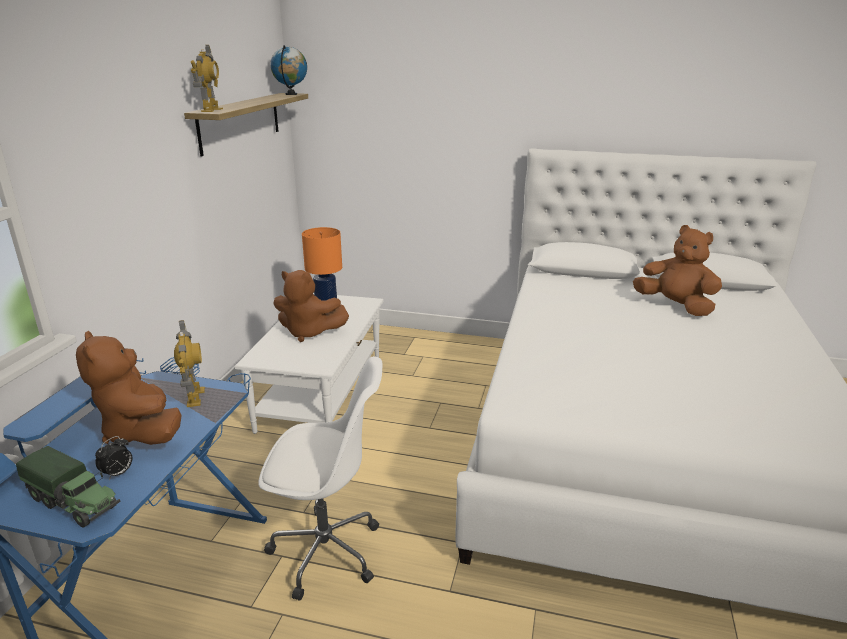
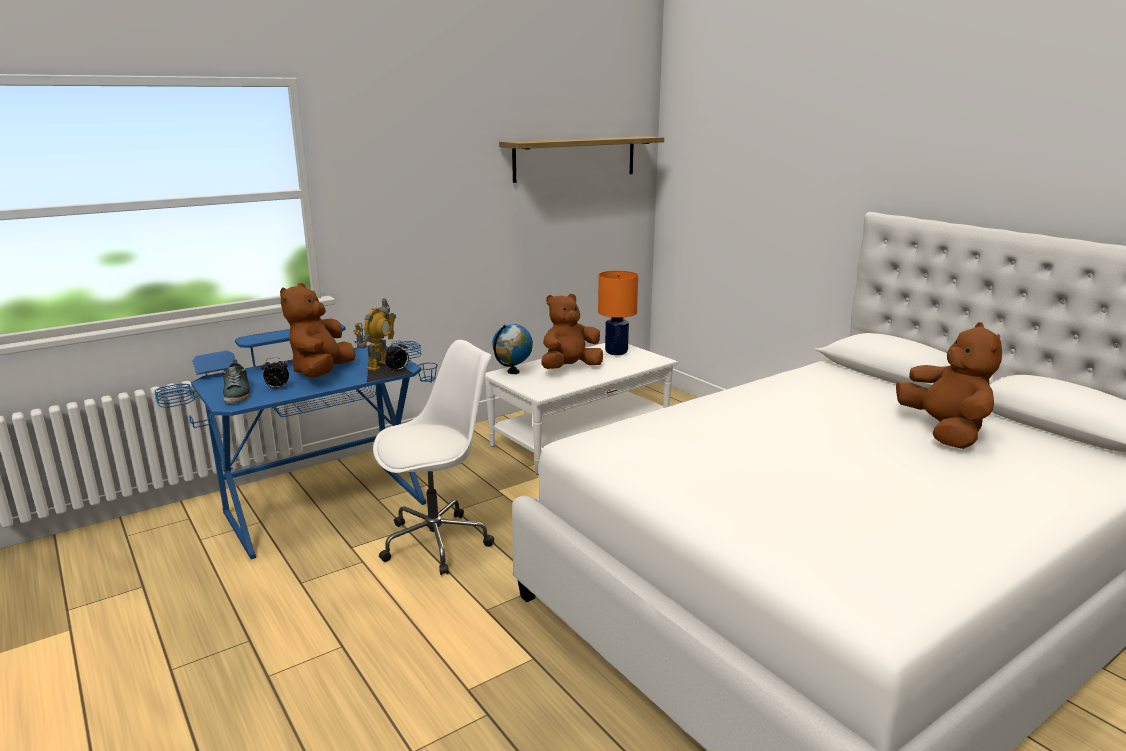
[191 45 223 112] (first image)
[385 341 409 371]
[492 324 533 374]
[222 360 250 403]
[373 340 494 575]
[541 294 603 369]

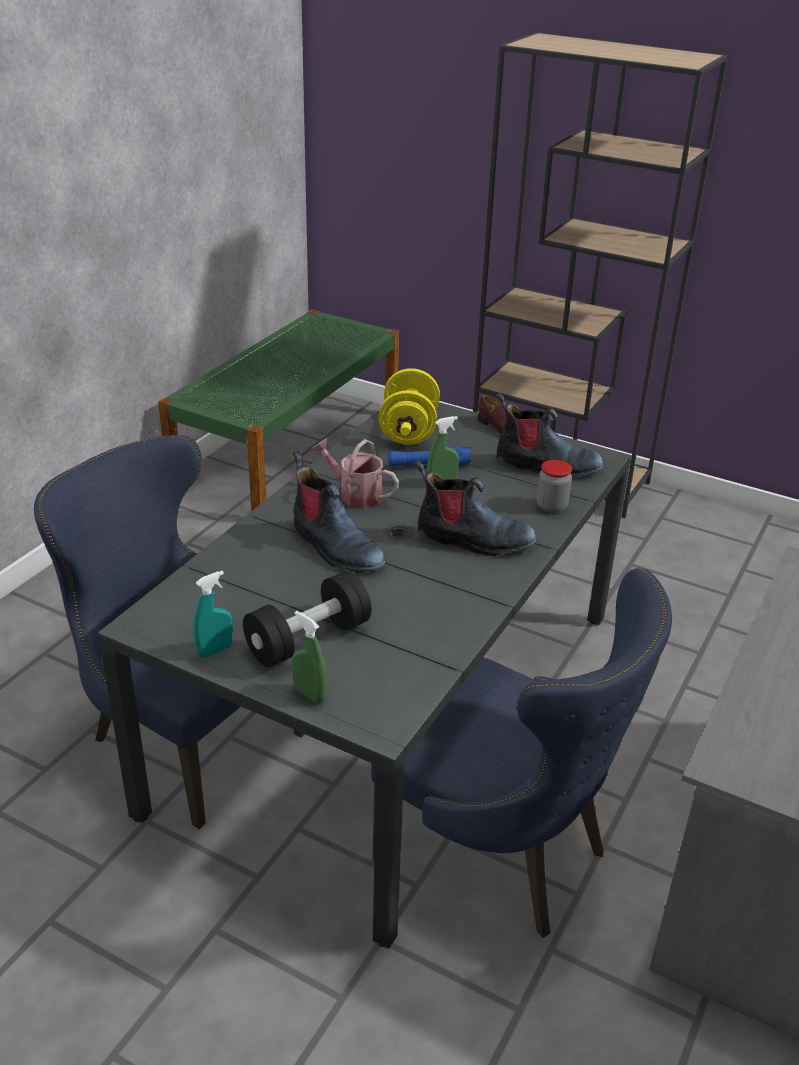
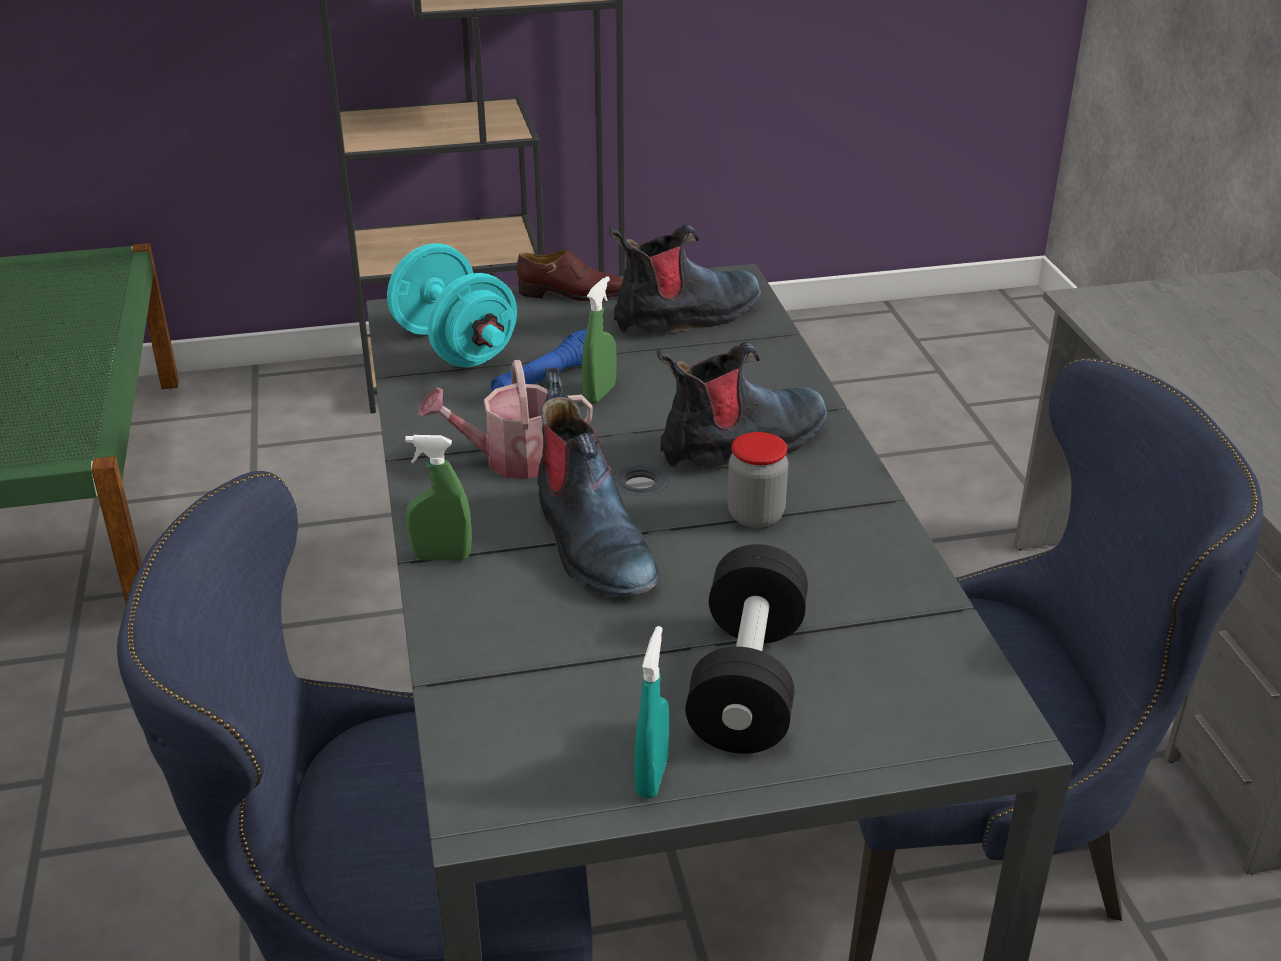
[405 435 472 561]
[727 432 788 528]
[387 243 517 367]
[537 367 659 597]

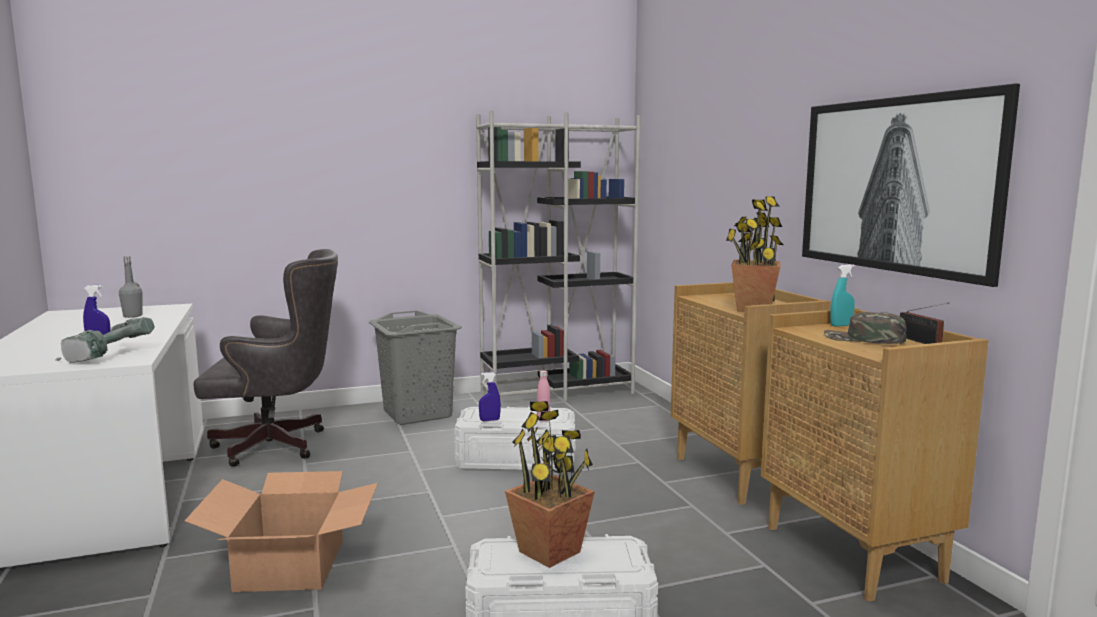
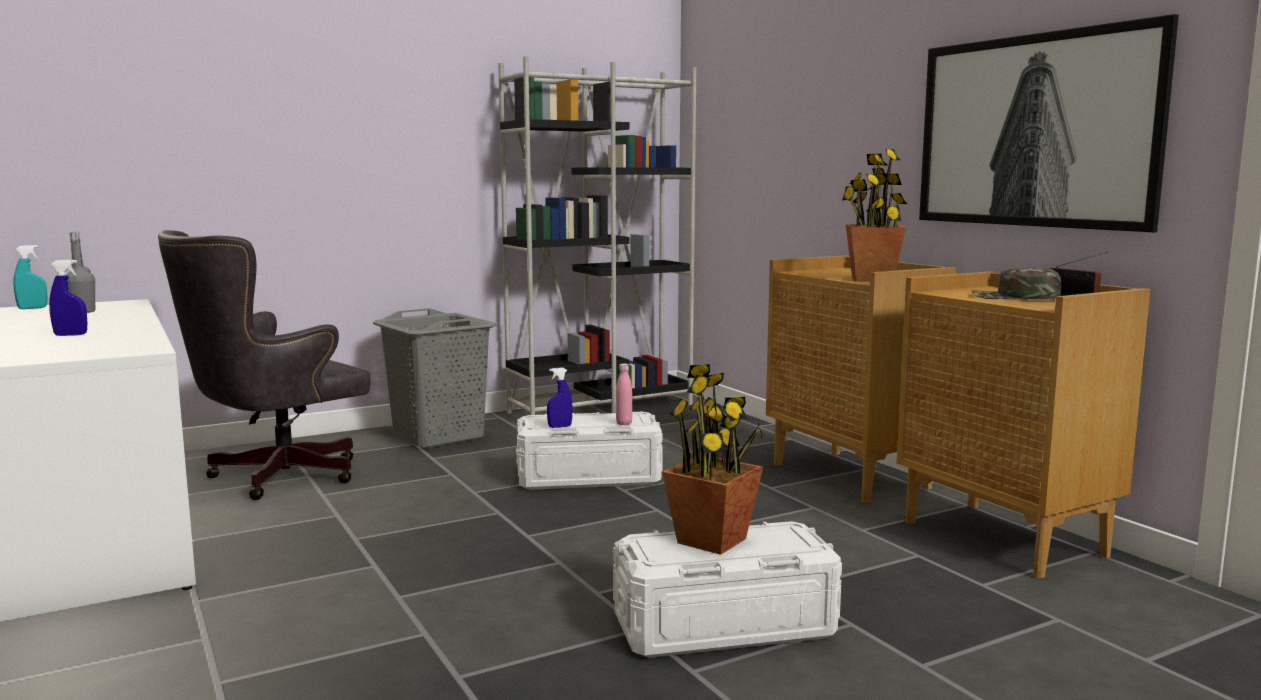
[55 317 155 363] (first image)
[185 471 378 592] (first image)
[13 245 48 309]
[158 230 370 500]

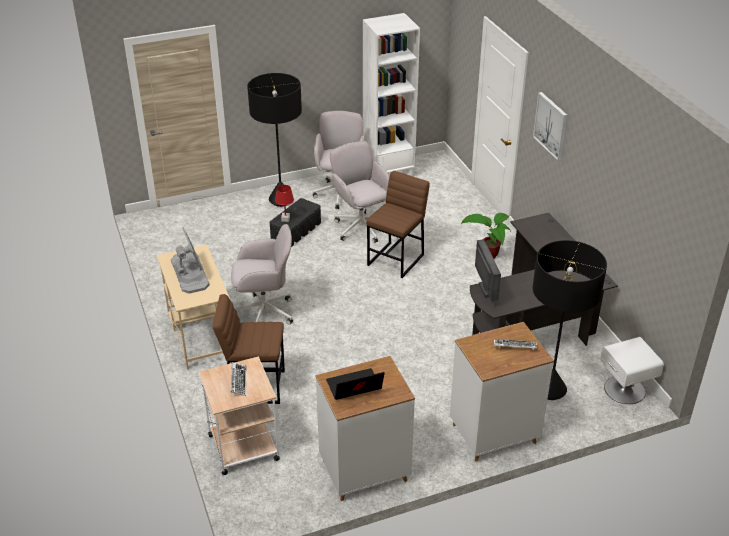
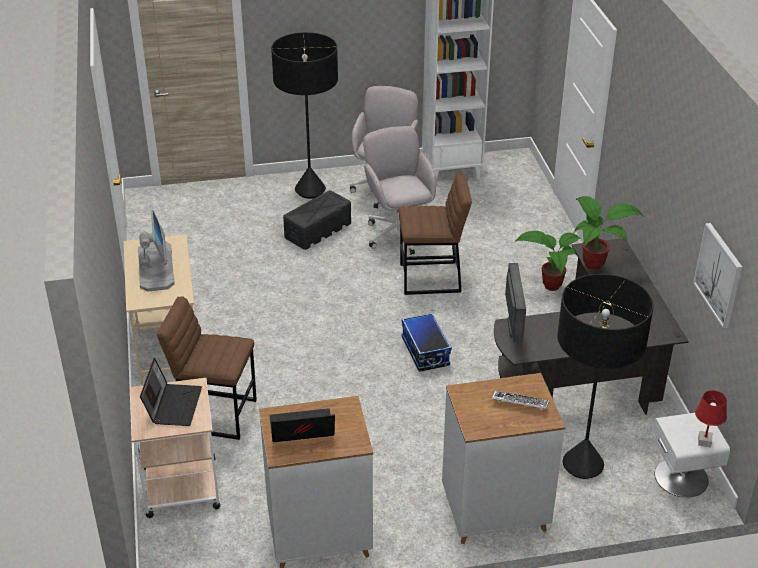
[231 224 293 325] (first image)
[402 313 452 372]
[574 196 644 270]
[695 390 727 448]
[693 223 742 328]
[140 358 202 426]
[399 173 472 295]

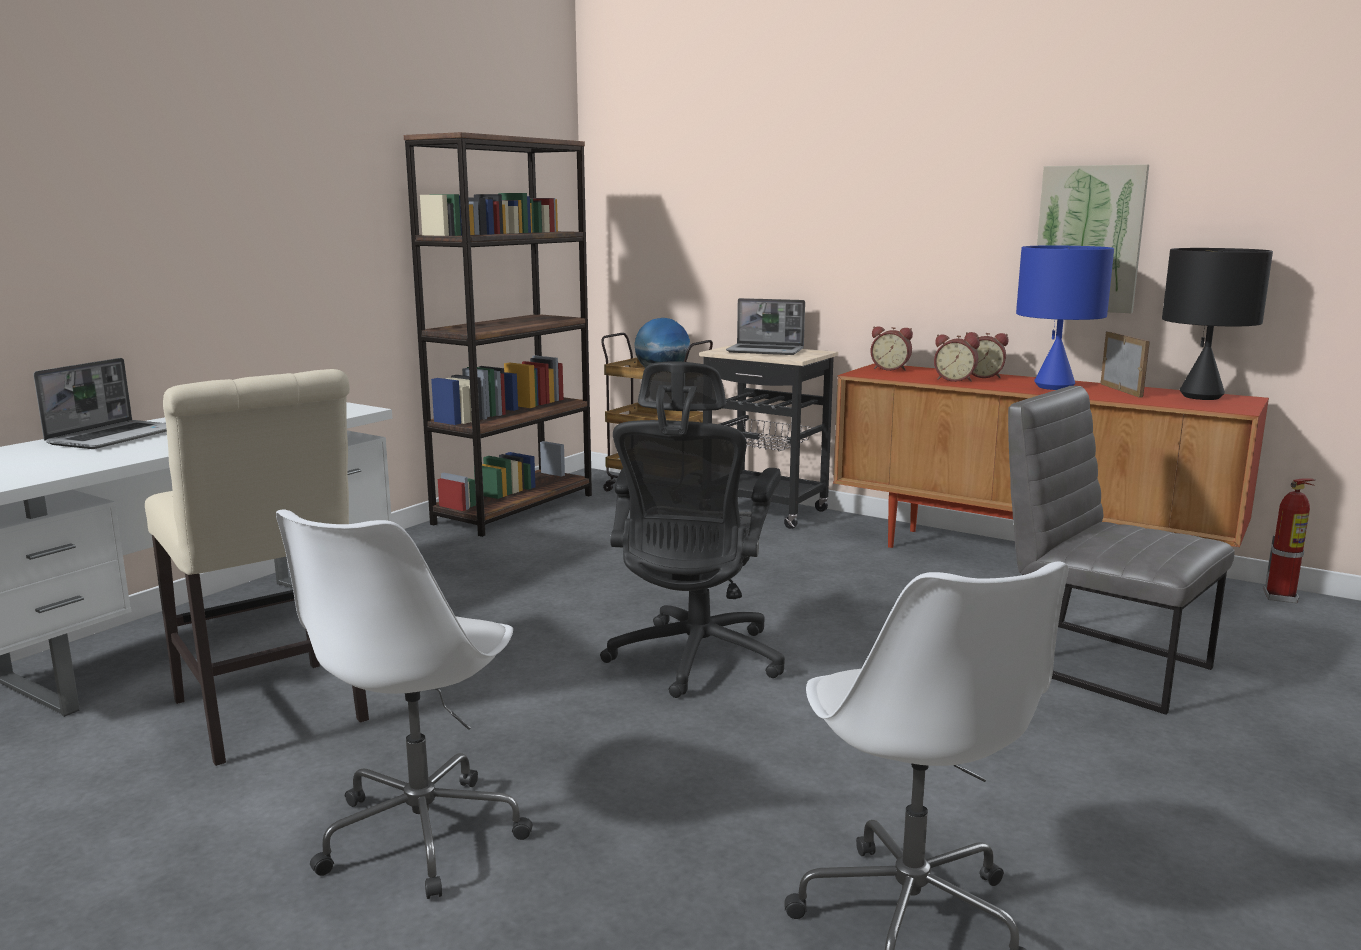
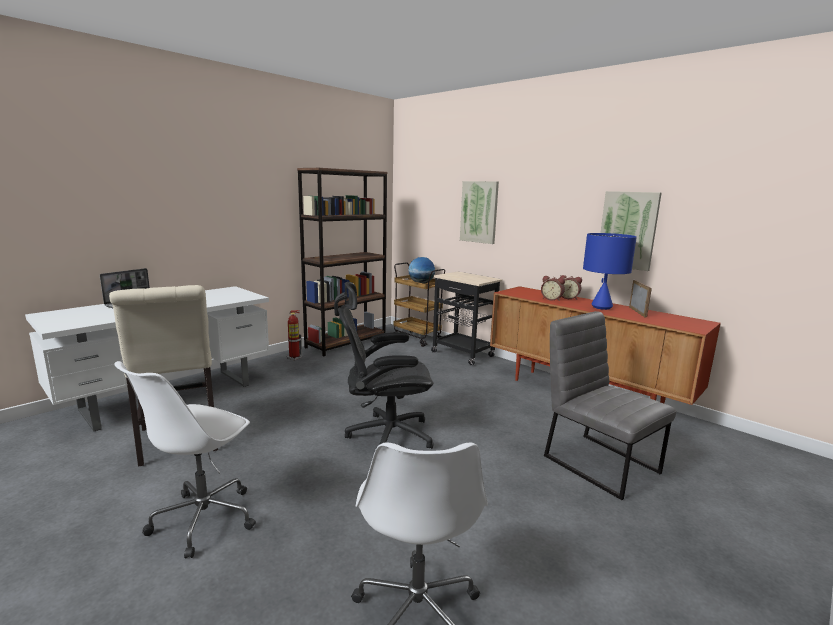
[726 298 805 355] (first image)
[870 326 913 371] (first image)
[1162 248 1273 400] (first image)
[460 181 499 244]
[287 310 302 360]
[334 282 434 449]

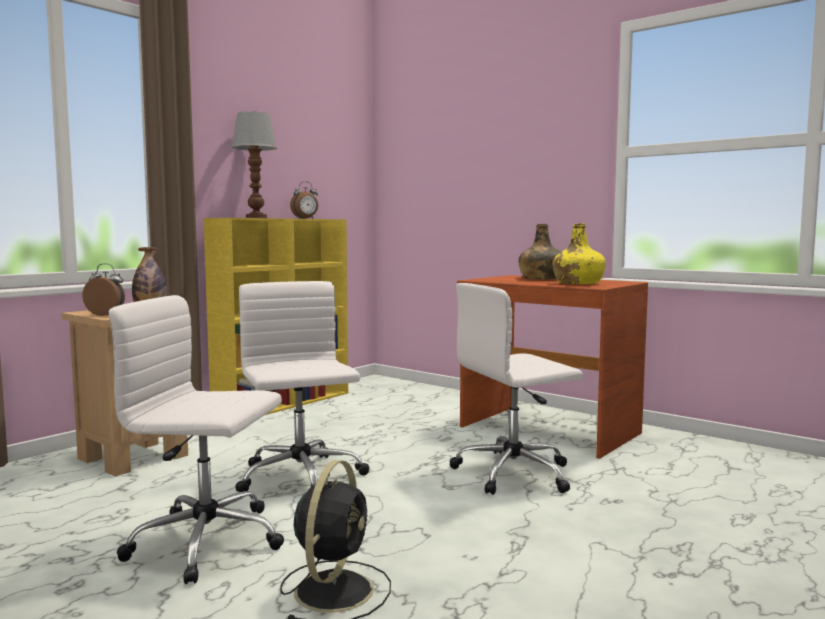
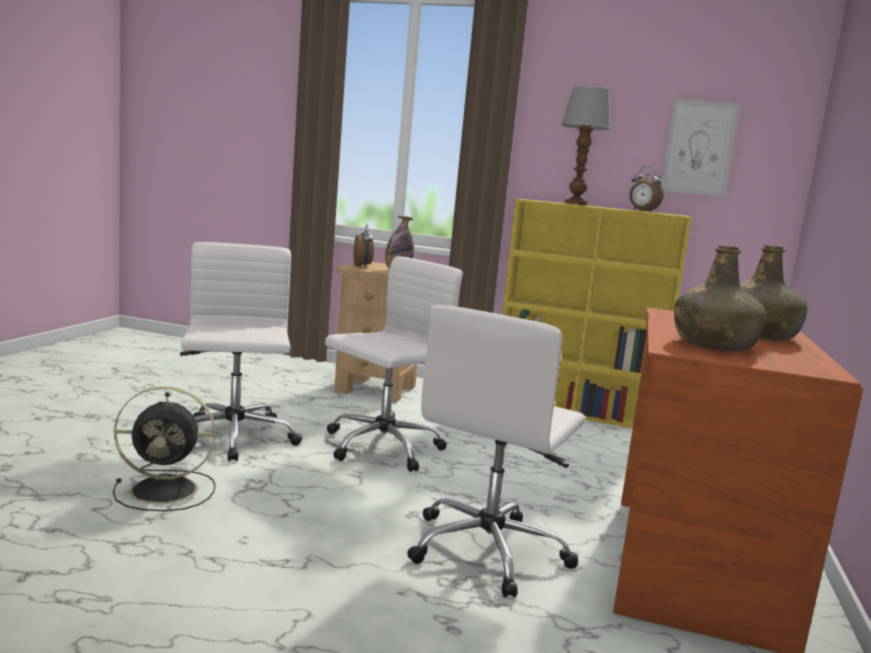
[661 99 740 197]
[674 245 766 351]
[407 305 585 597]

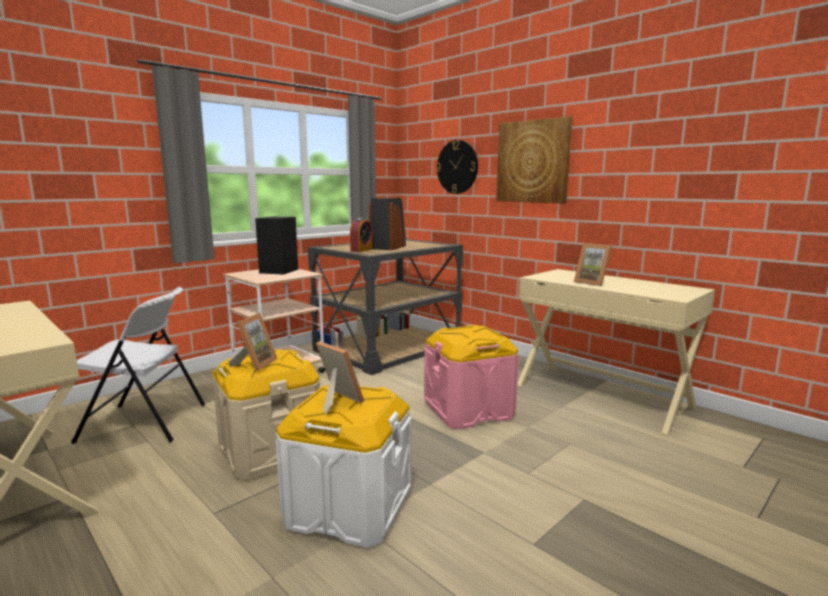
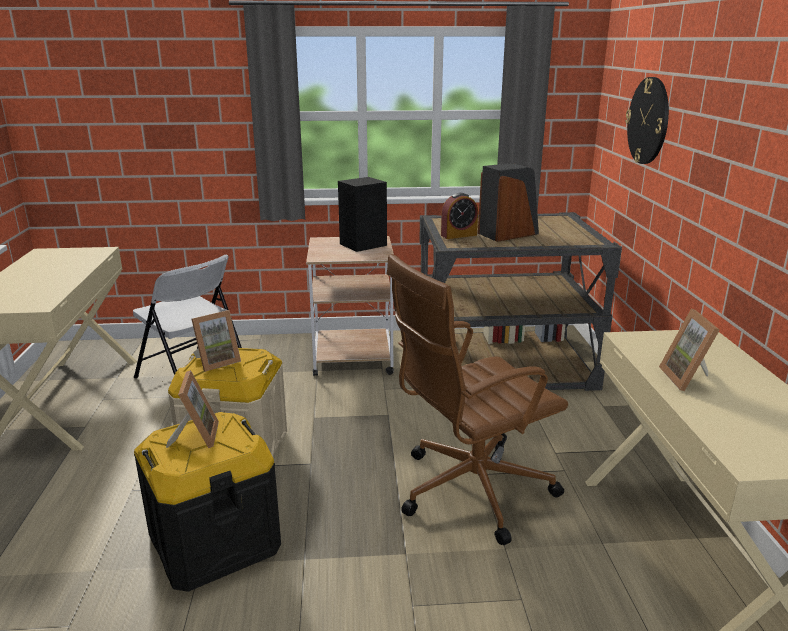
[496 116 572 204] (first image)
[387 254 568 545]
[134 412 281 592]

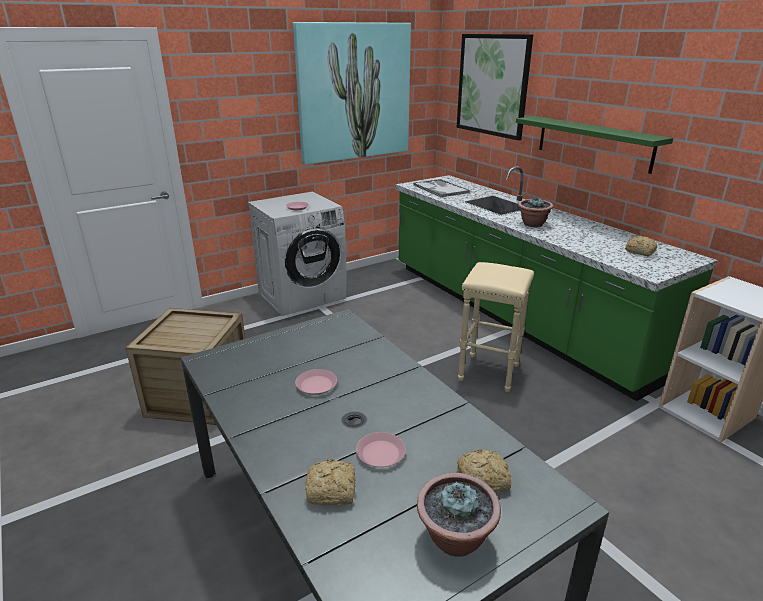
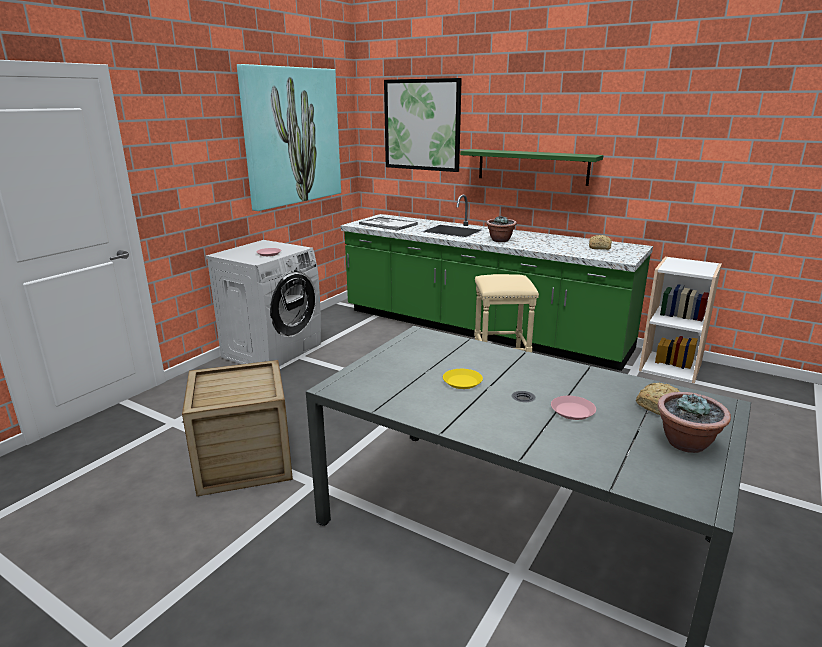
[305 459 356 505] (first image)
[443 369 483 389]

